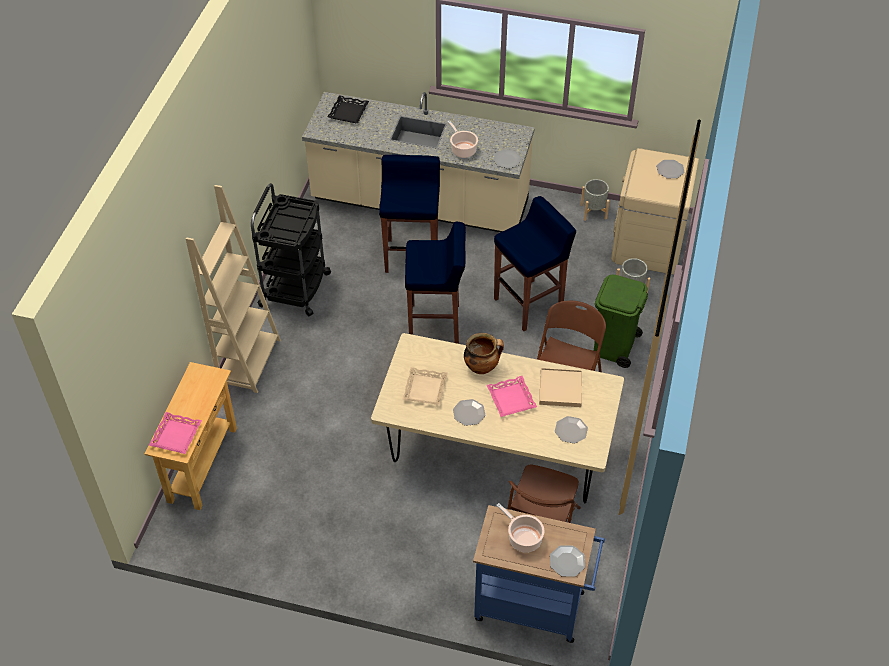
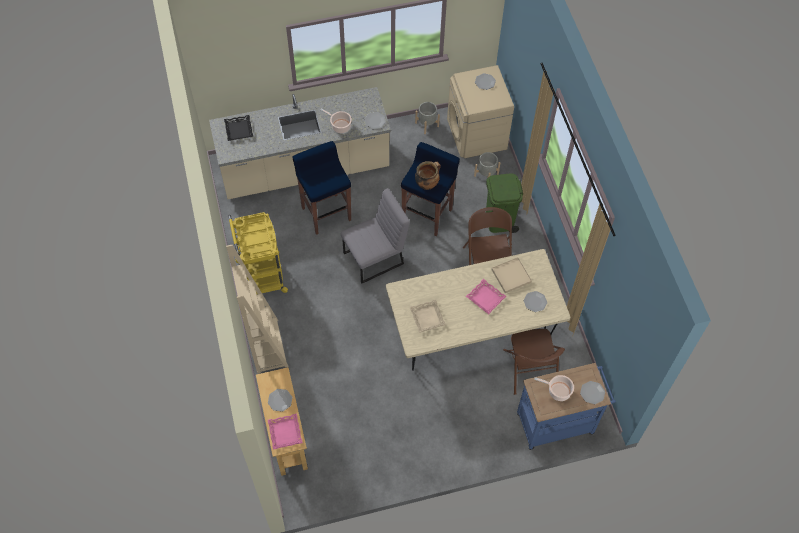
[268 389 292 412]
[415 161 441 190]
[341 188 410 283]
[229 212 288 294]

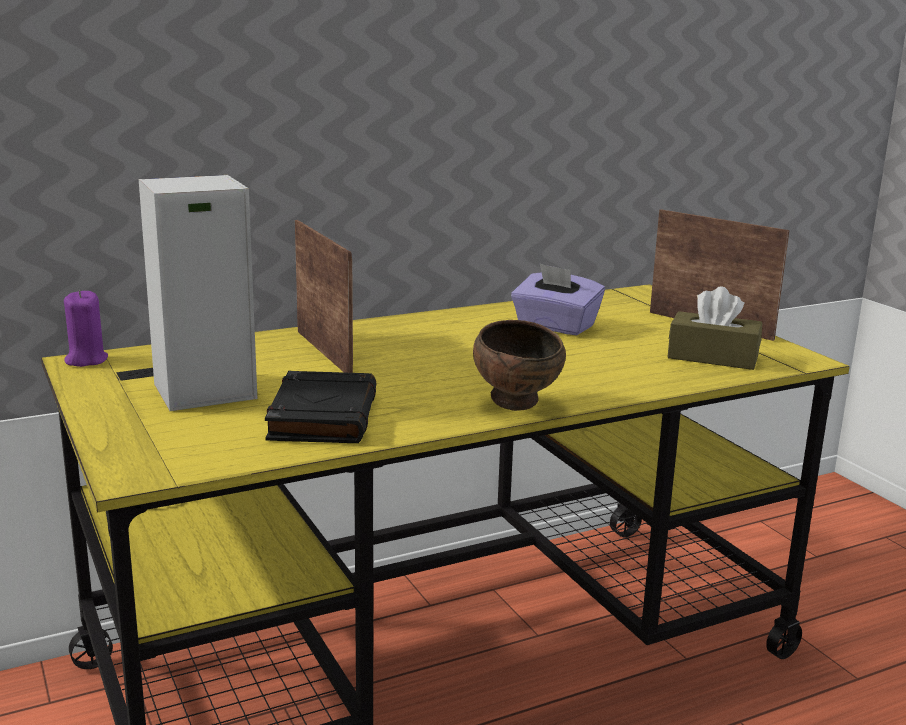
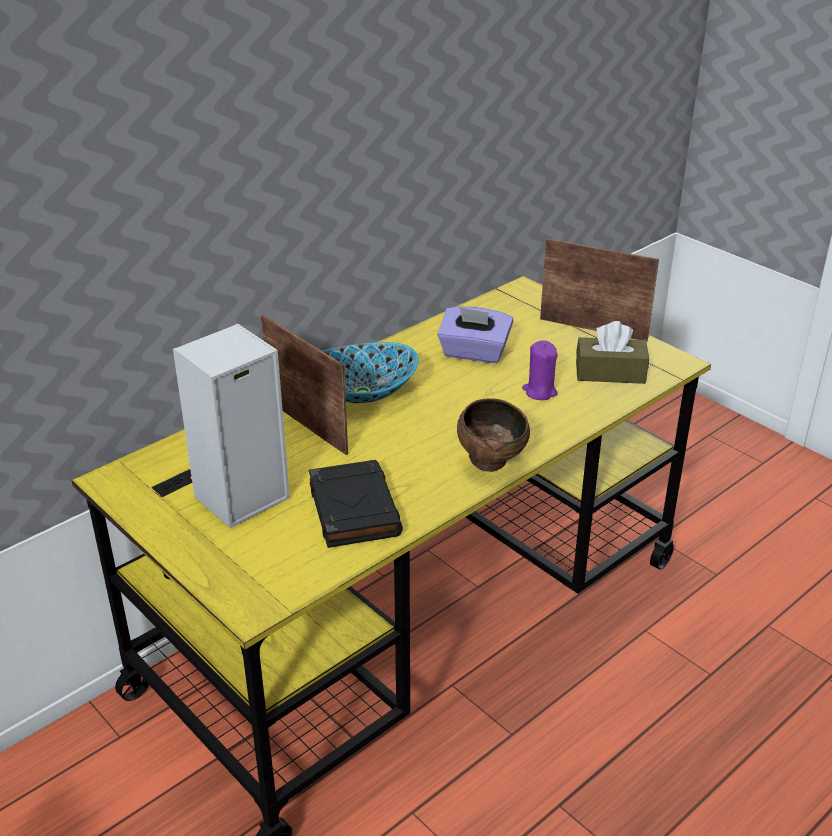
[323 342 419 403]
[522 340 558 400]

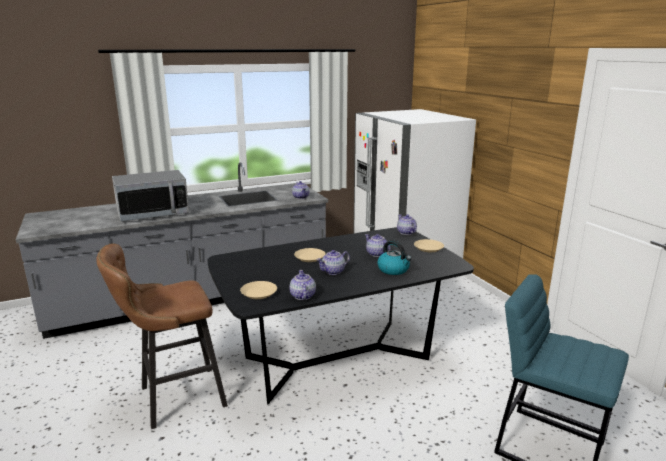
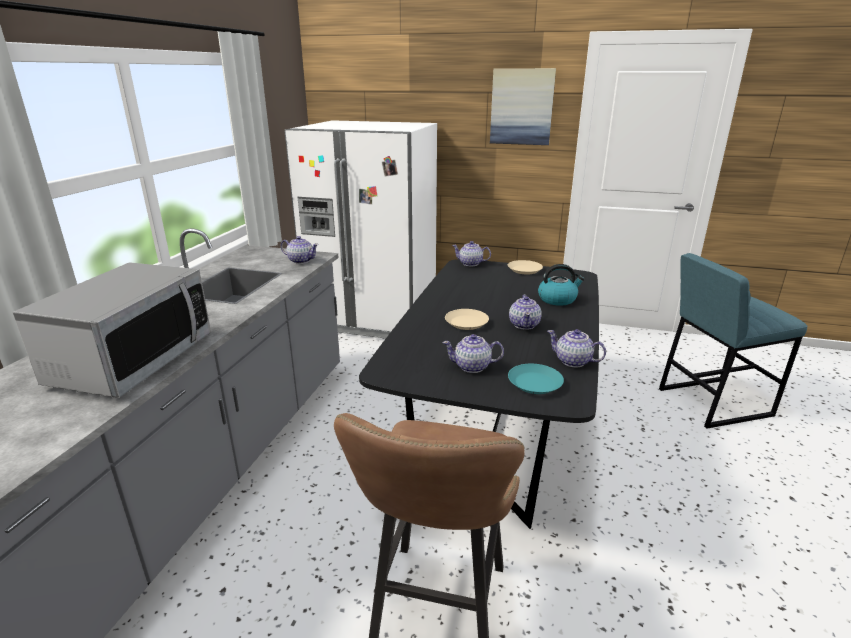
[490 68 556 145]
[442 334 504 373]
[508 364 564 394]

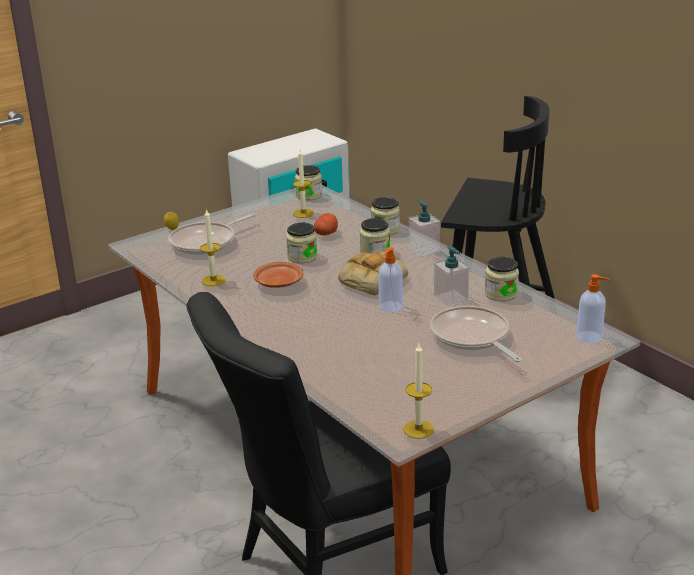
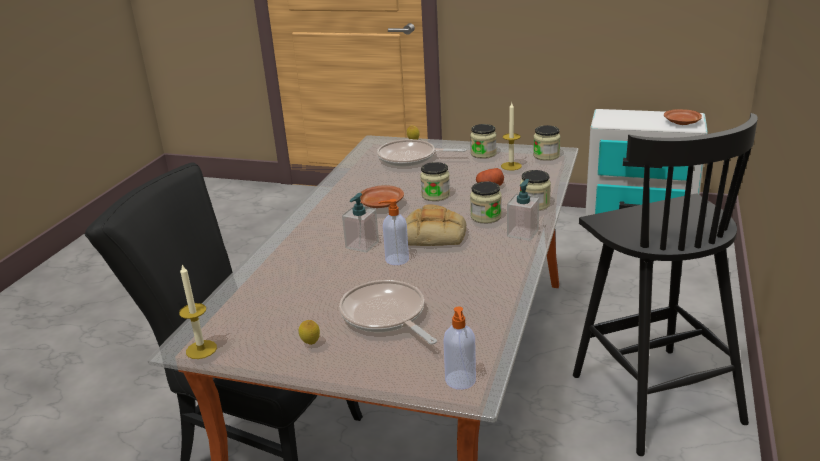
[200 209 226 286] (first image)
[298 320 320 345]
[664 109 702 125]
[342 193 379 253]
[470 124 497 158]
[339 280 437 345]

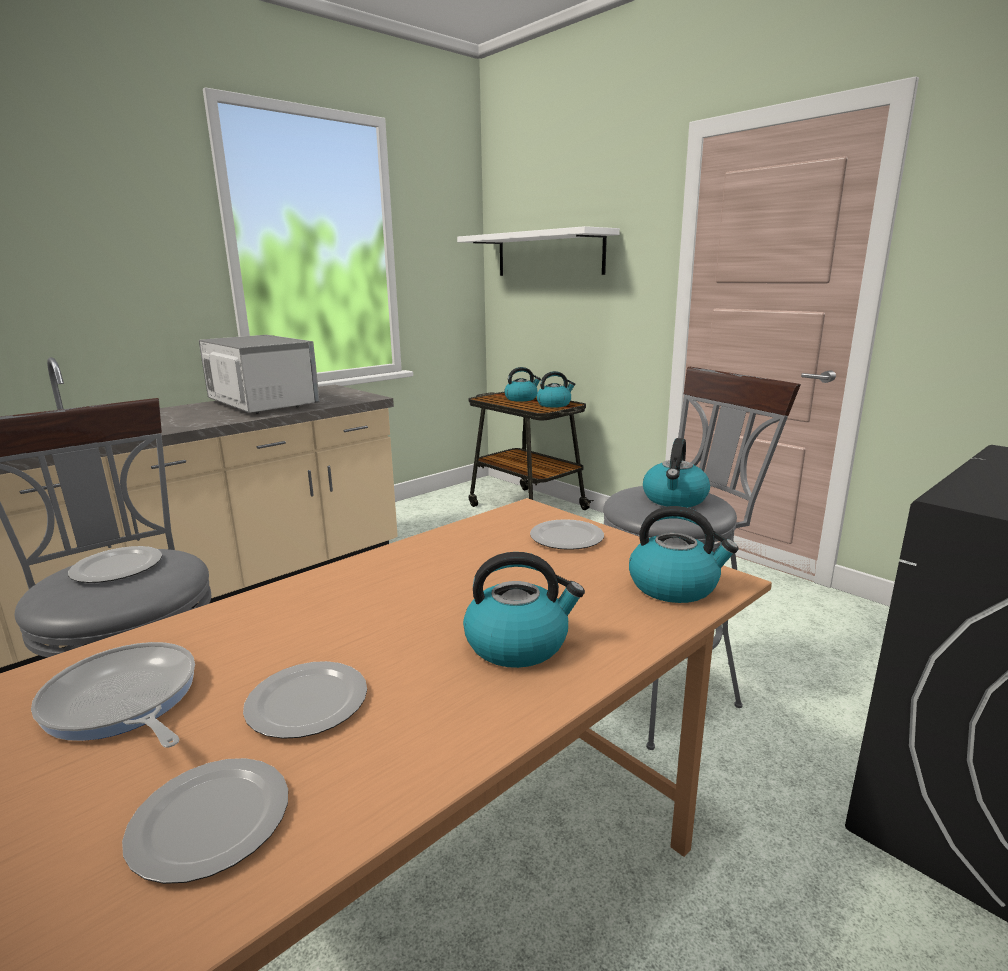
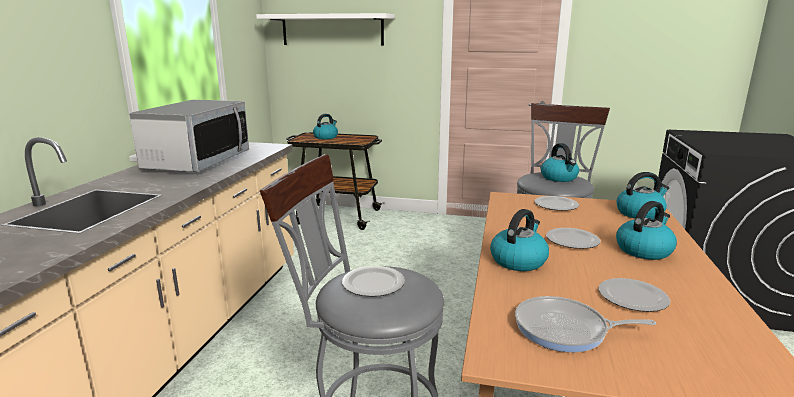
[546 228 600 249]
[490 209 549 271]
[129 100 249 172]

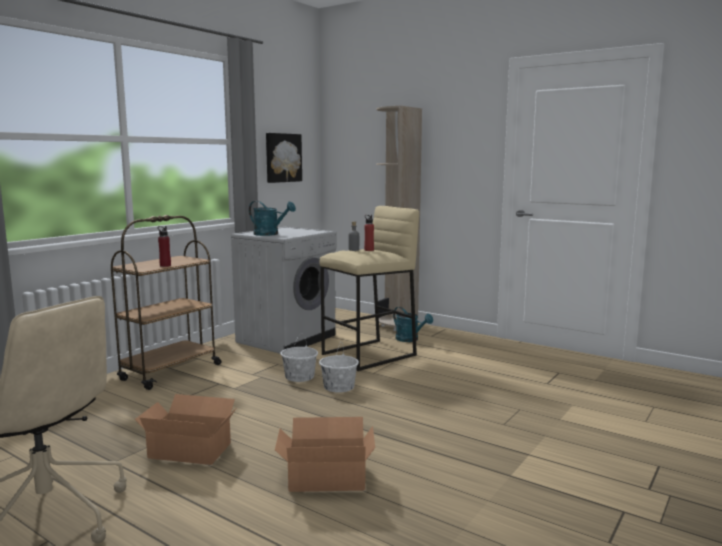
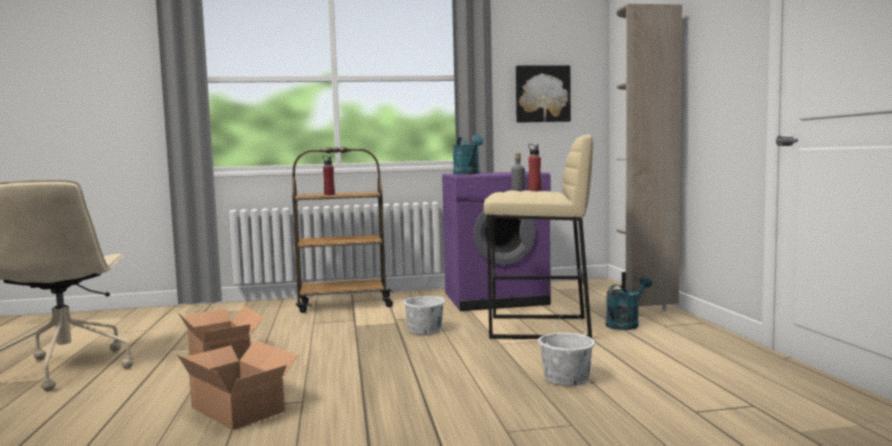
[538 311 595 386]
[442 172 551 311]
[606 276 652 330]

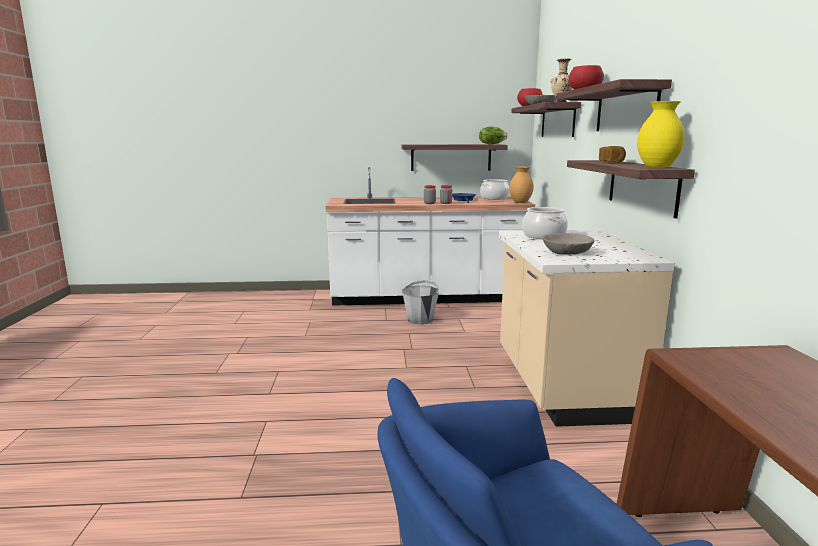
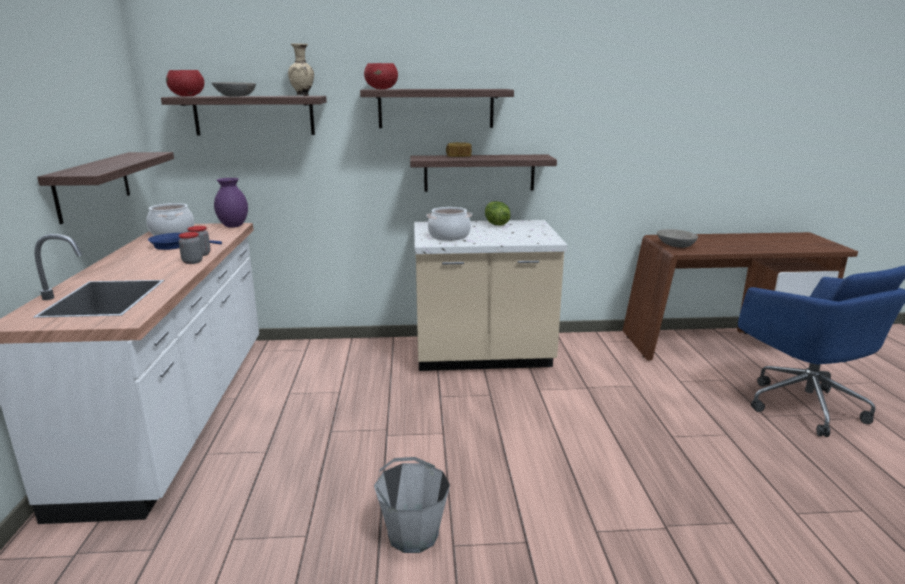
[637 101 685 168] (first image)
[374 457 450 553]
[485 201 510 225]
[657 229 698 248]
[214 178 248 228]

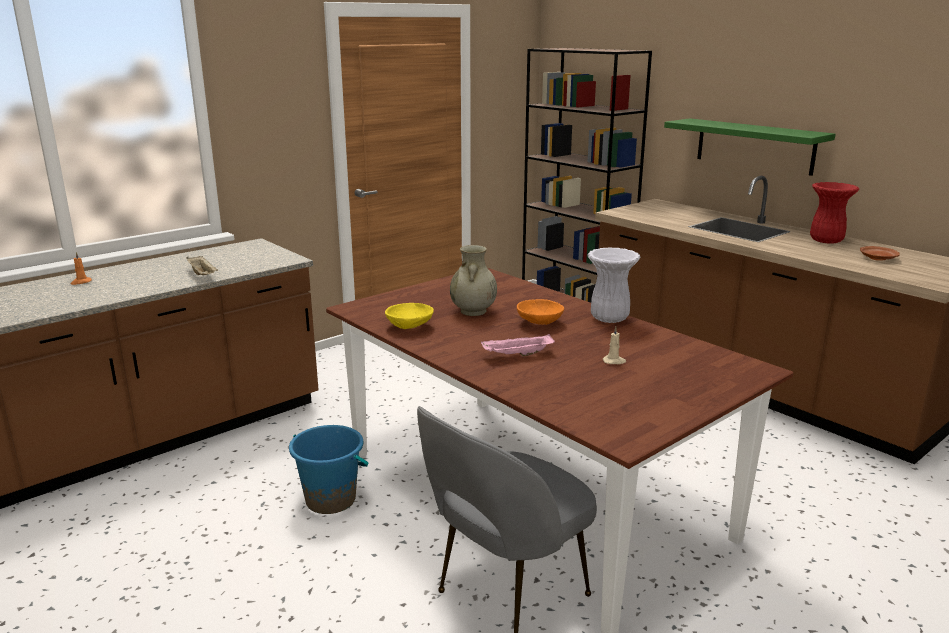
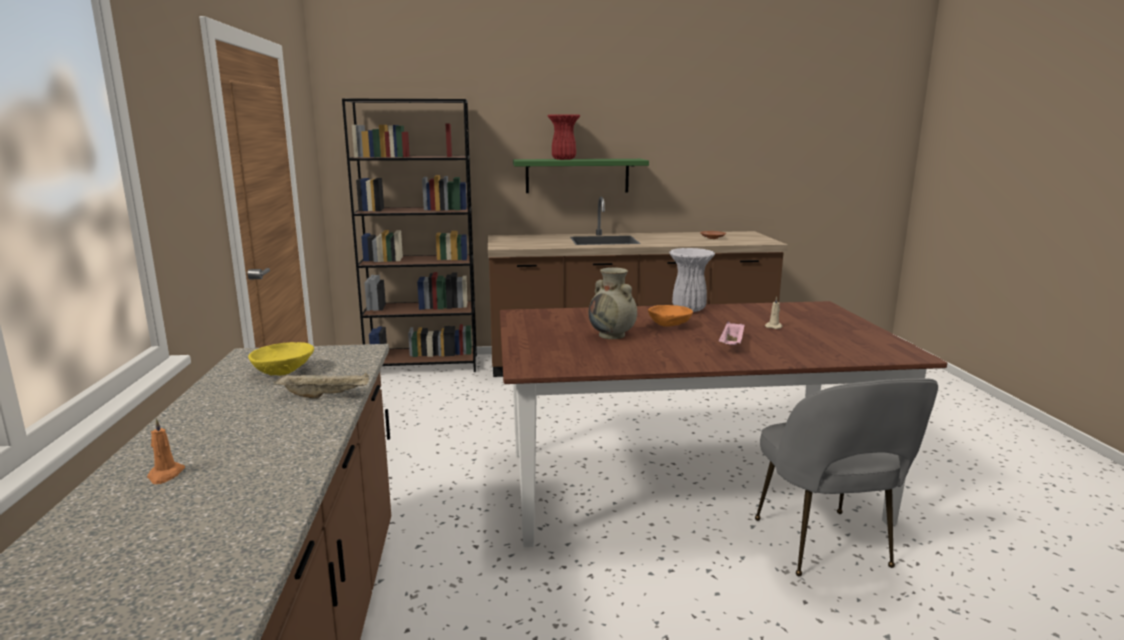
[289 425 369 514] (first image)
[248 342 314 376]
[548 114 580 160]

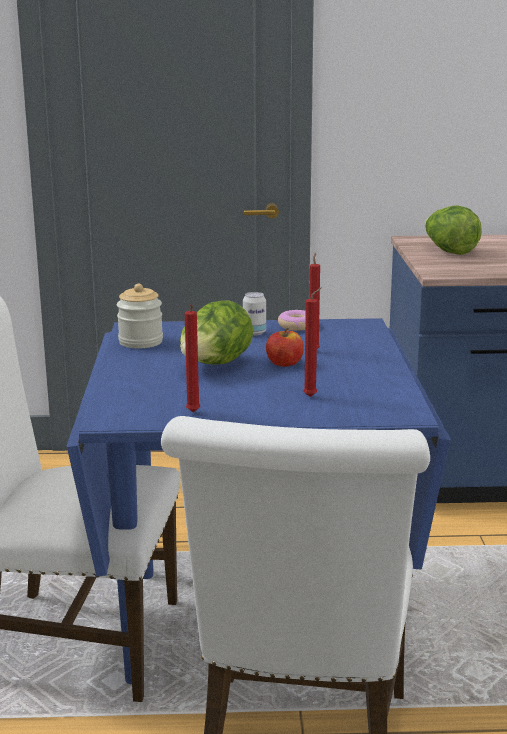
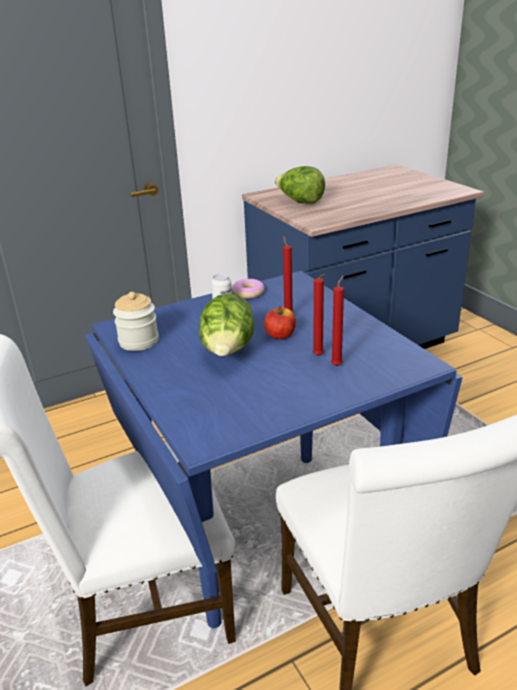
[312 274 325 356]

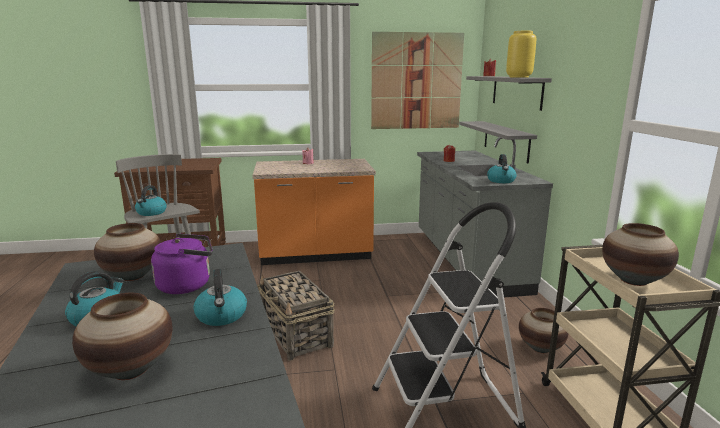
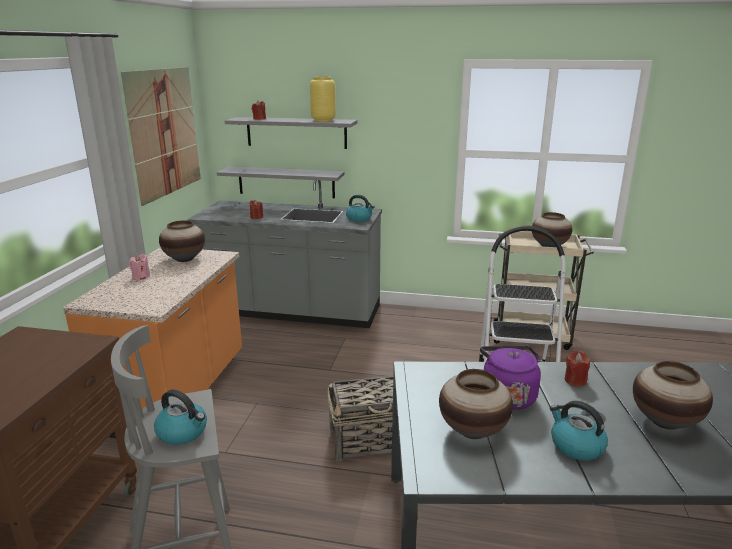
[159 221 205 262]
[565 351 590 386]

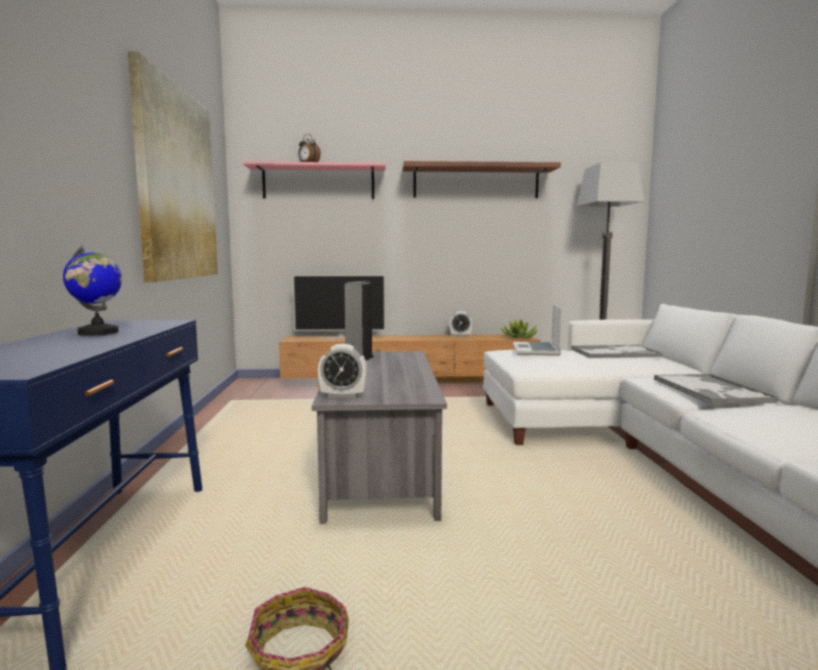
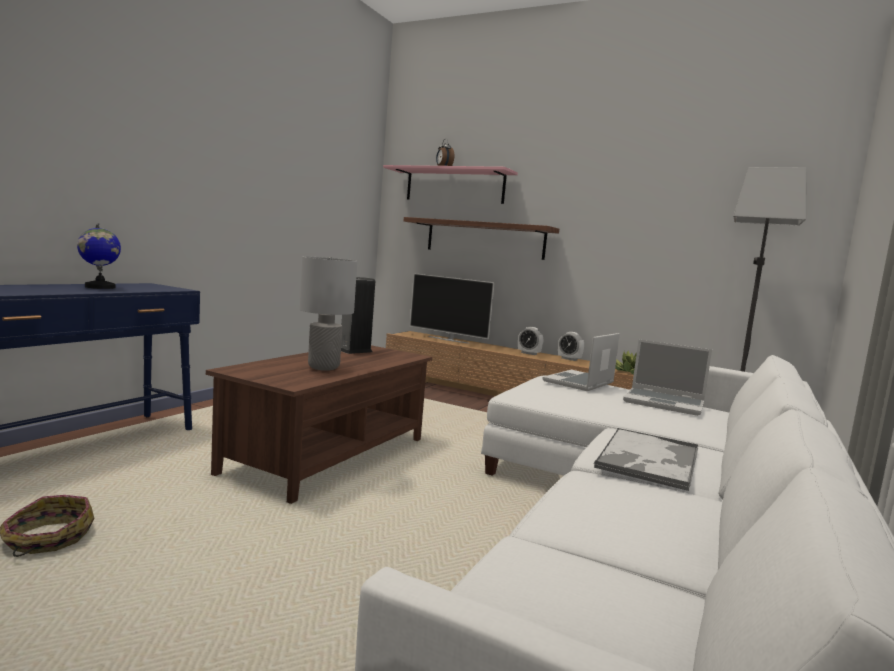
[128 51 218 282] (first image)
[300 256 357 371]
[518 327 543 355]
[404 217 559 260]
[623 339 712 416]
[206 345 432 504]

